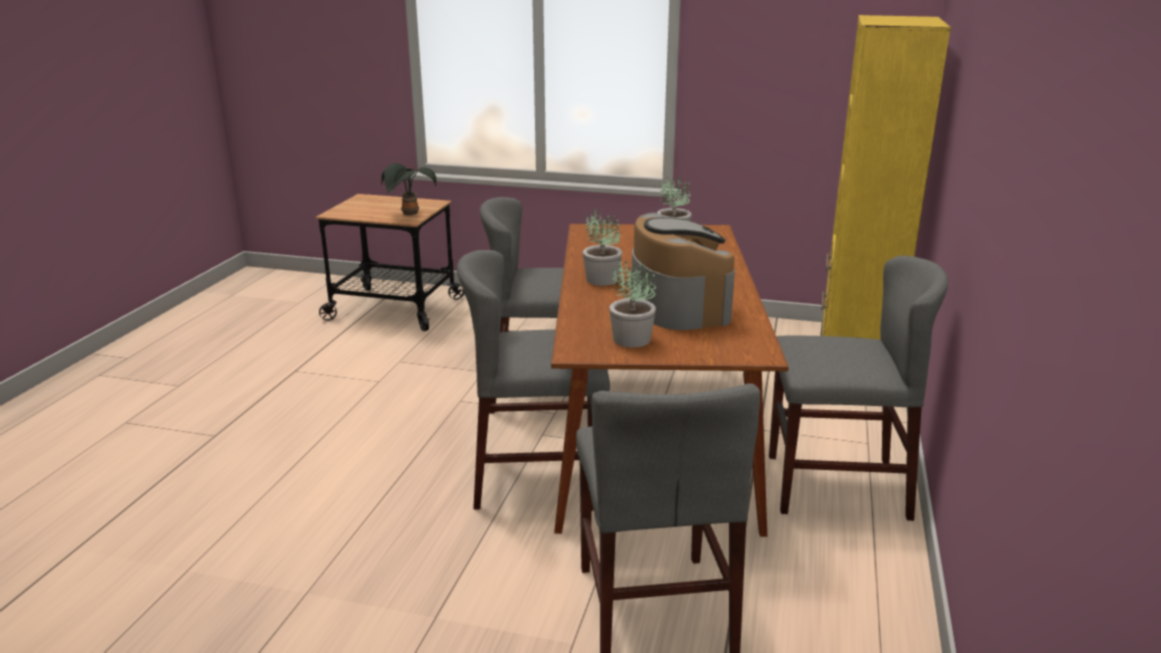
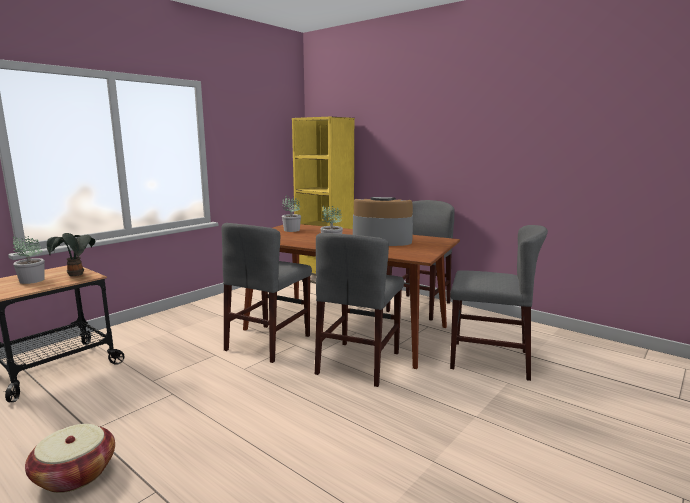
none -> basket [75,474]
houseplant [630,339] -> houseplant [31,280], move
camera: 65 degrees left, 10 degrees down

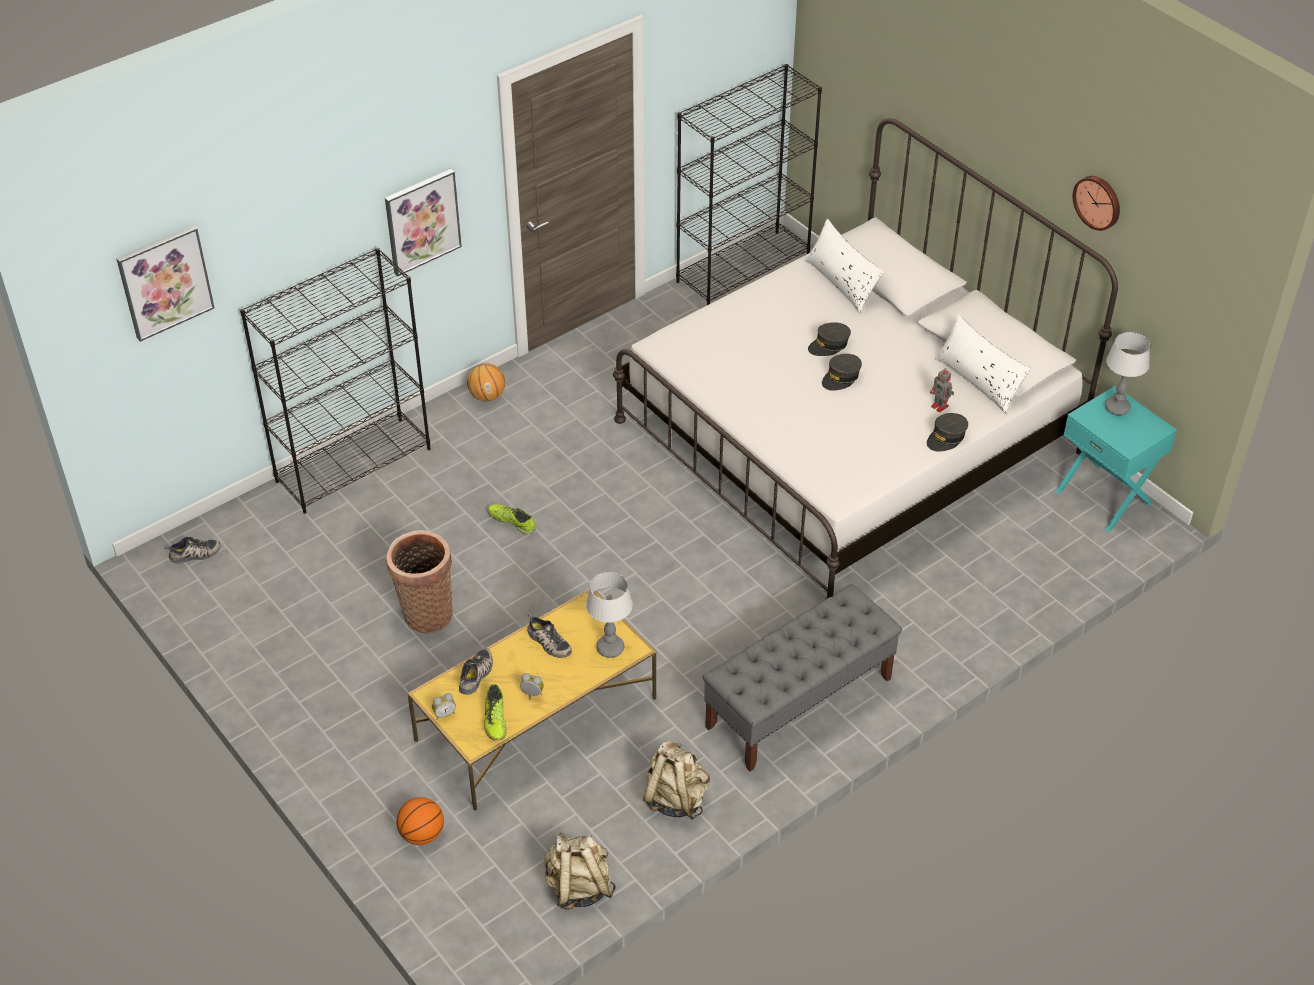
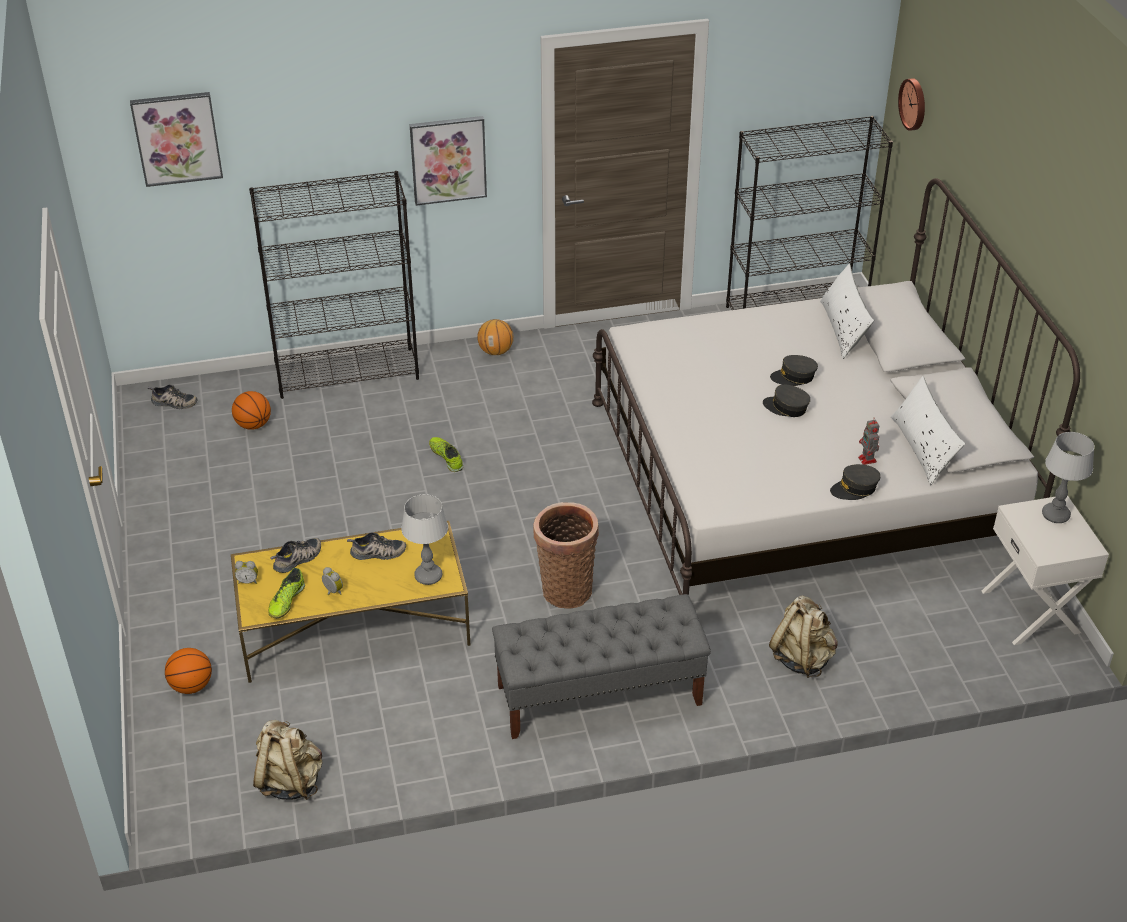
none -> basketball ball [253,425]
basket [425,612] -> basket [565,588], move
beige-coloured rucksack [675,798] -> beige-coloured rucksack [802,658], move
wall clock [1098,201] -> wall clock [914,104], move
turquoise-coloured night table [1105,496] -> whitish night table [1032,611]
shoe [548,642] -> shoe [377,553], 75 degrees counterclockwise
grey baseball cap [841,377] -> grey baseball cap [786,407], 45 degrees clockwise
camera: 25 degrees right, 5 degrees down

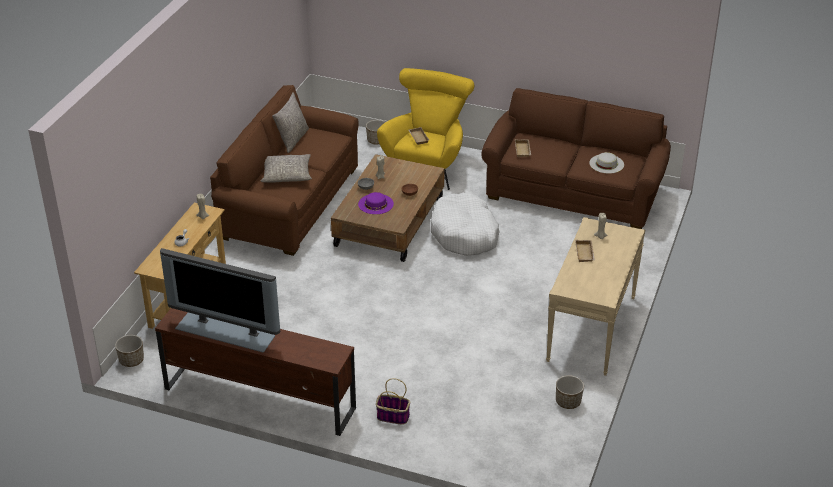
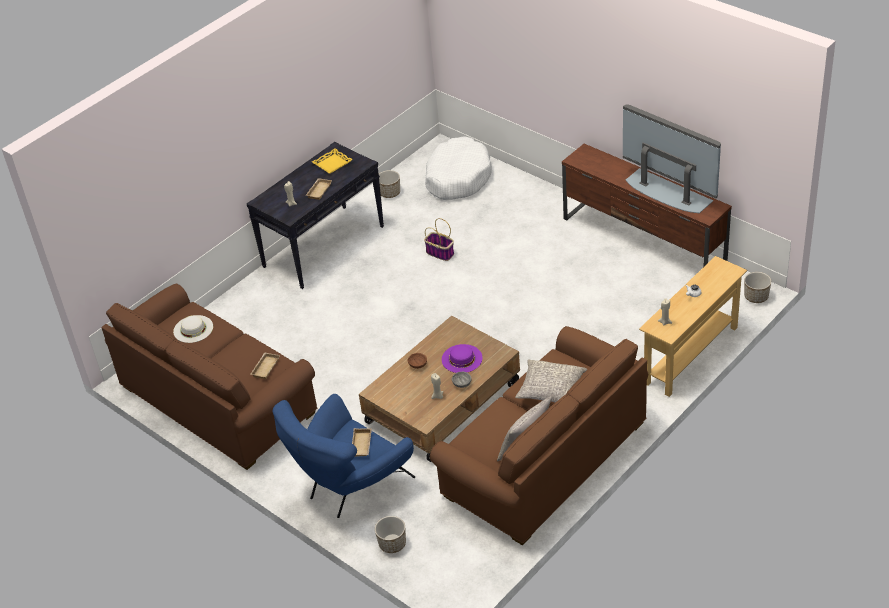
none -> yellow-coloured serving tray [332,163]
basket [392,416] -> basket [440,253], move
whitish dog cushion [464,234] -> whitish dog cushion [457,177], move
yellow-coloured armchair [427,163] -> blue armchair [350,486]
beige-coloured console table [591,329] -> black console table [324,246]
camera: 155 degrees left, 5 degrees up

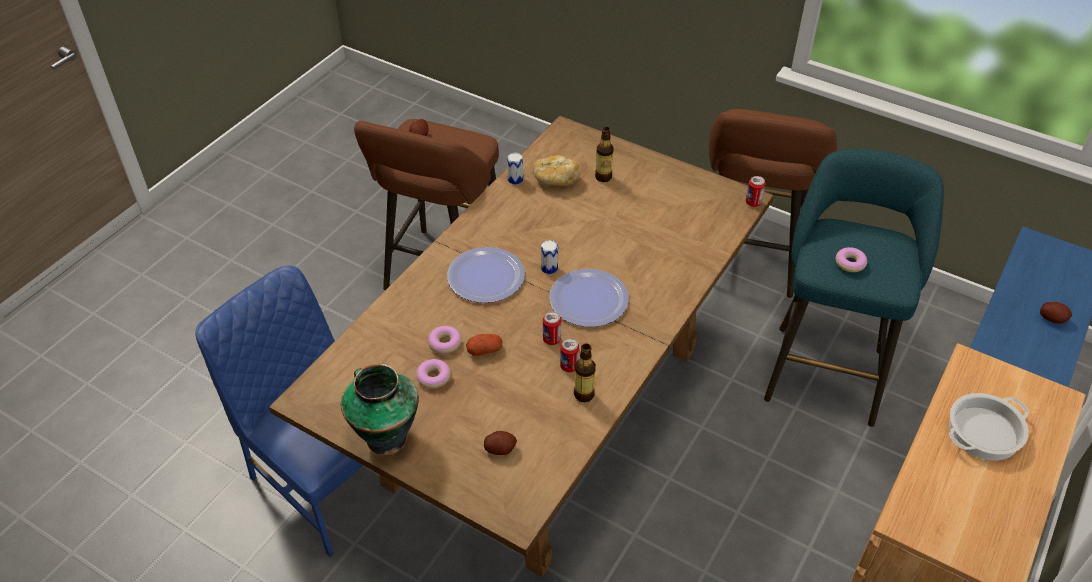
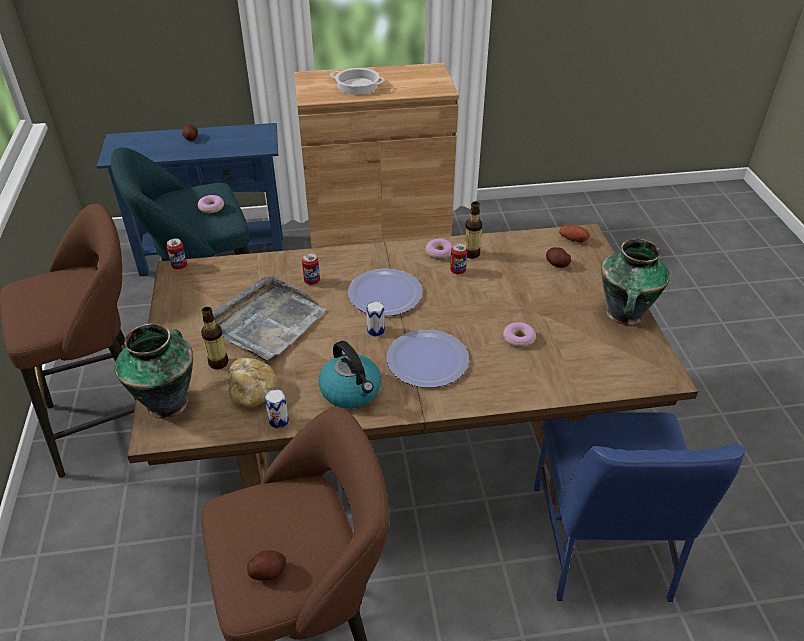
none -> vase [168,402]
none -> grey serving tray [266,321]
none -> tea kettle [351,391]
doughnut [433,377] -> doughnut [439,252], move
potato [484,350] -> potato [573,239], move
metal can [551,339] -> metal can [312,281], move
camera: 130 degrees left, 5 degrees down

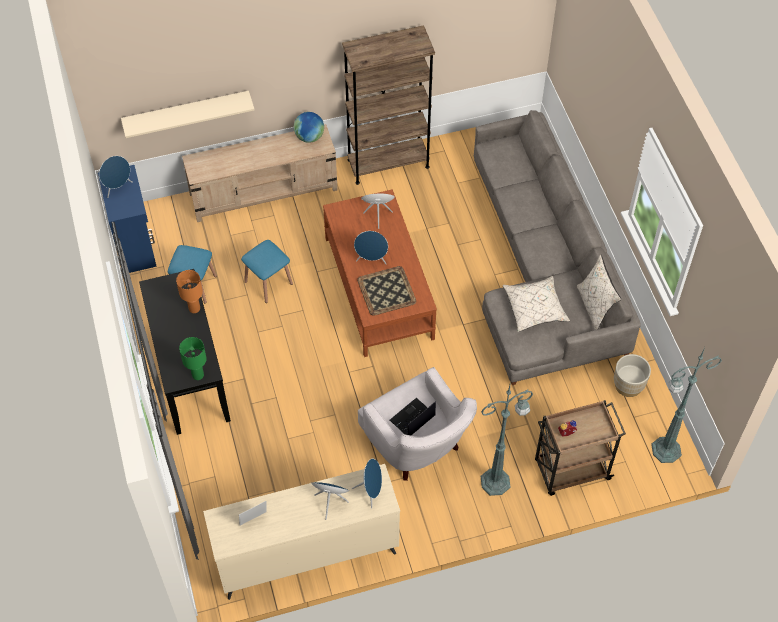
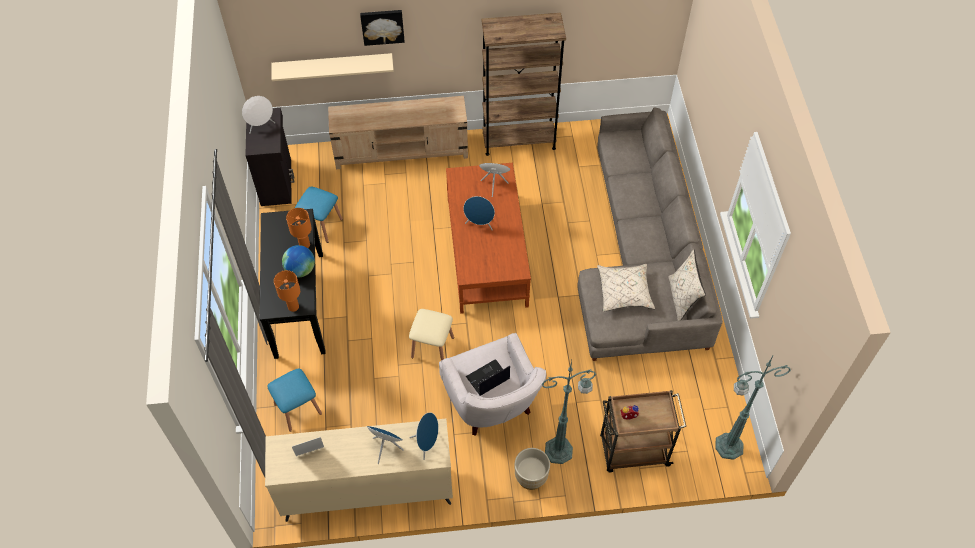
serving tray [387,291] -> none
none -> wall art [382,26]
none -> beige-coloured sitting stool [432,347]
blue sitting stool [268,282] -> blue sitting stool [298,409], move
globe [309,137] -> globe [301,270], move
beige-coloured flower pot [628,385] -> beige-coloured flower pot [531,477], move
blue cabinet [135,245] -> black cabinet [277,182]
blue audio speaker [118,188] -> whitish audio speaker [261,126]
green table lamp [197,375] -> orange table lamp [293,307]
camera: 10 degrees right, 0 degrees up

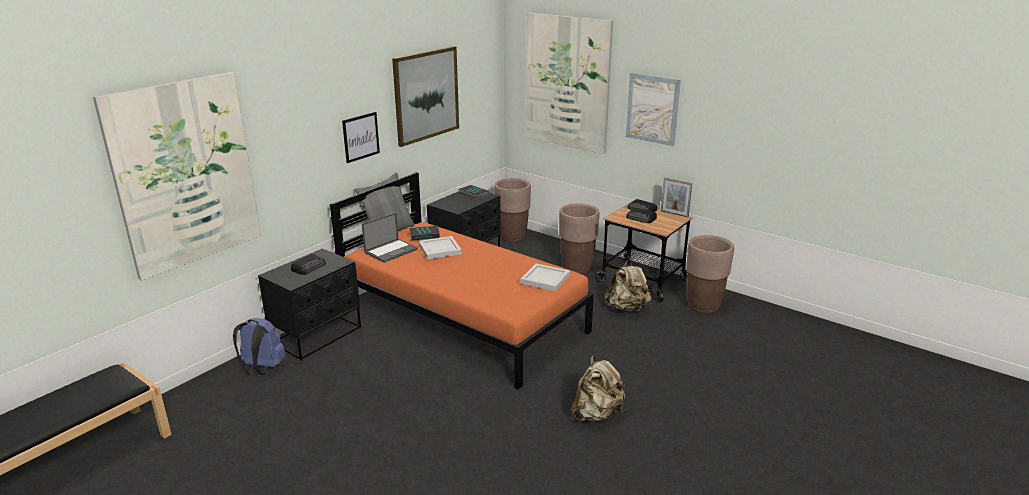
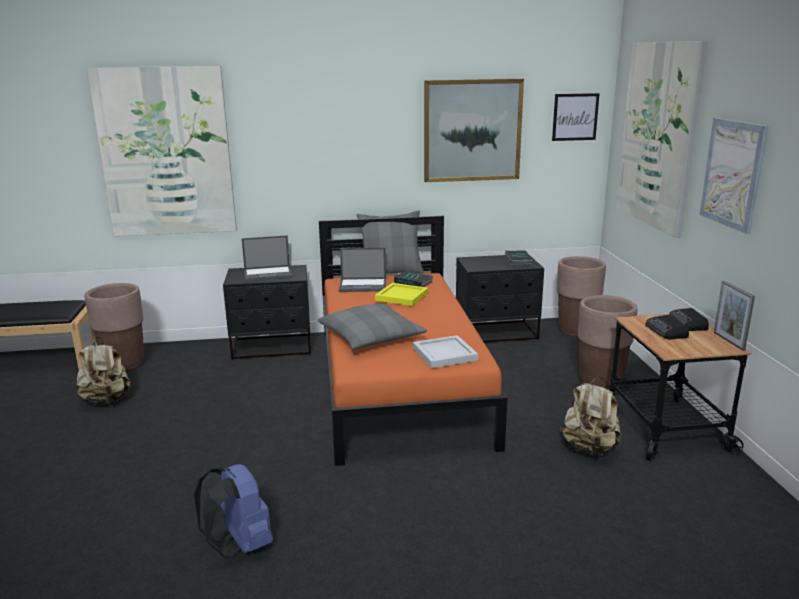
none -> grey pillow [371,337]
blue rucksack [262,369] -> blue rucksack [240,545], move
wall art [361,137] -> wall art [575,117], move
beige-coloured rucksack [596,415] -> beige-coloured rucksack [106,401], move
brownish flower pot [703,306] -> brownish flower pot [124,365], move
radio [309,267] -> laptop [268,274]
whitish serving tray [440,249] -> yellow-coloured serving tray [402,296]
camera: 45 degrees right, 5 degrees down

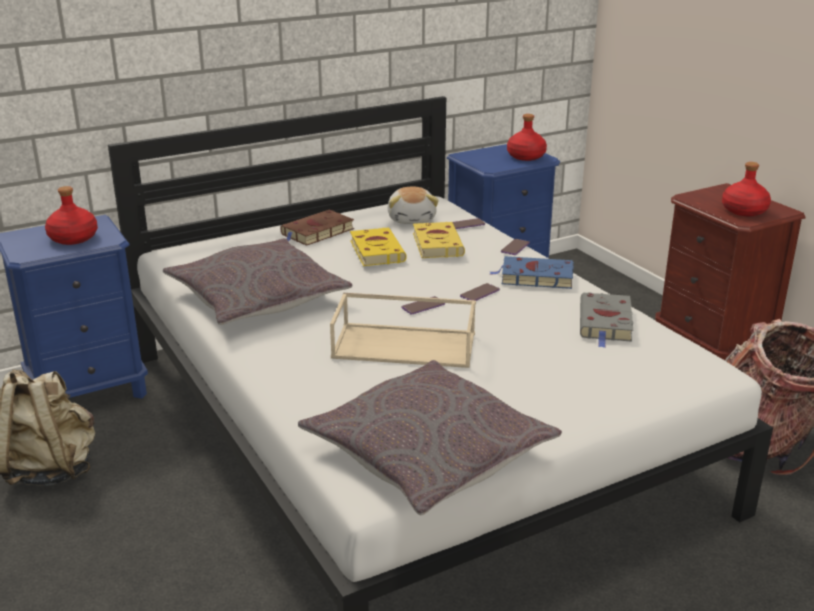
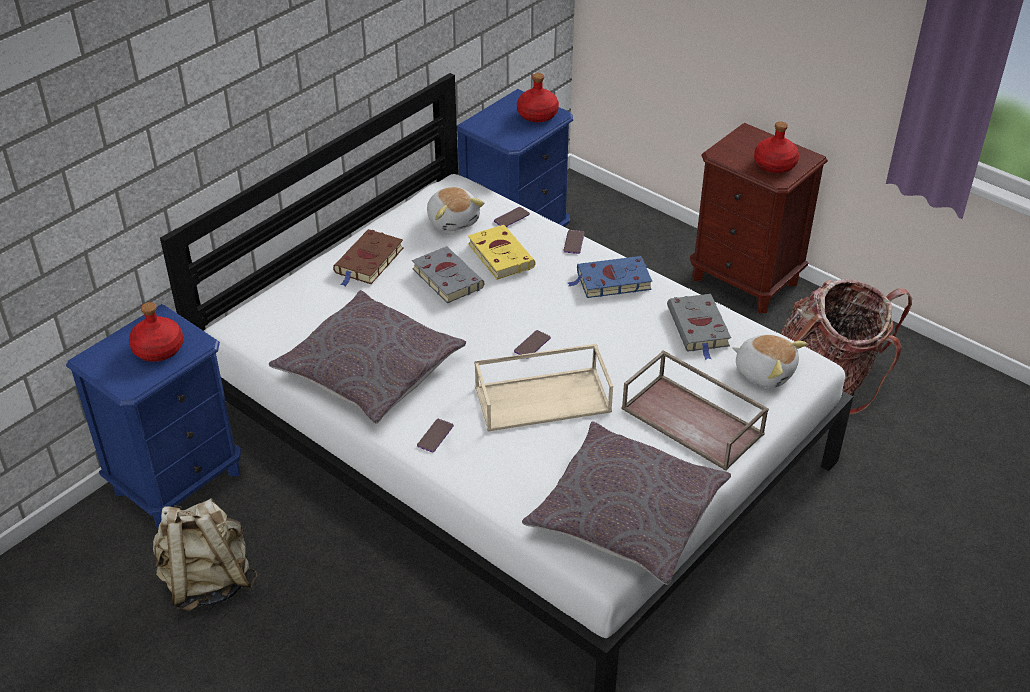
none -> brownish serving tray [694,421]
none -> cuddly toy [765,371]
handset [479,293] -> handset [435,436], move
yellow-coloured volume [376,250] -> grey volume [446,277]
camera: 20 degrees left, 15 degrees up

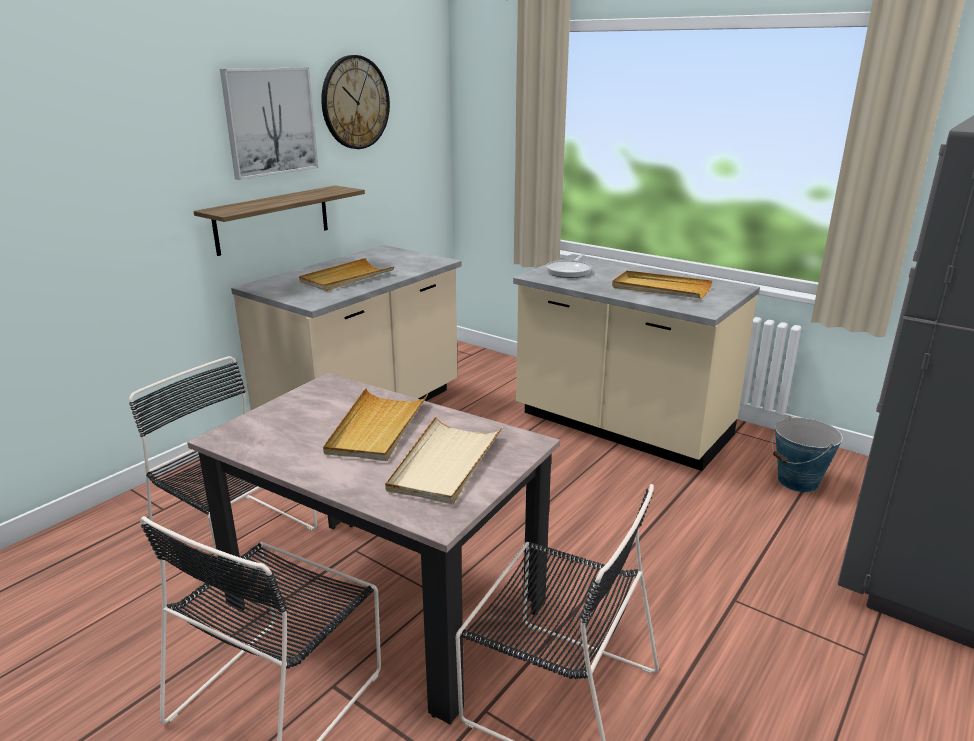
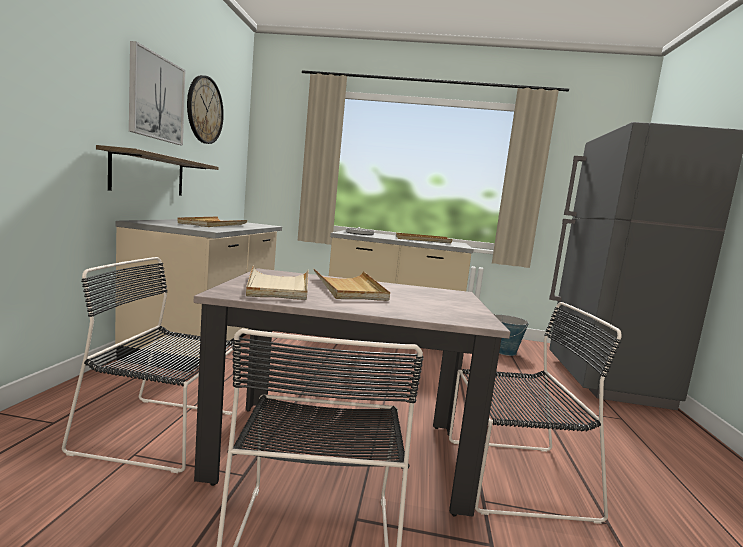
beige-coloured serving tray [445,463] -> beige-coloured serving tray [278,286], move
camera: 30 degrees left, 15 degrees down

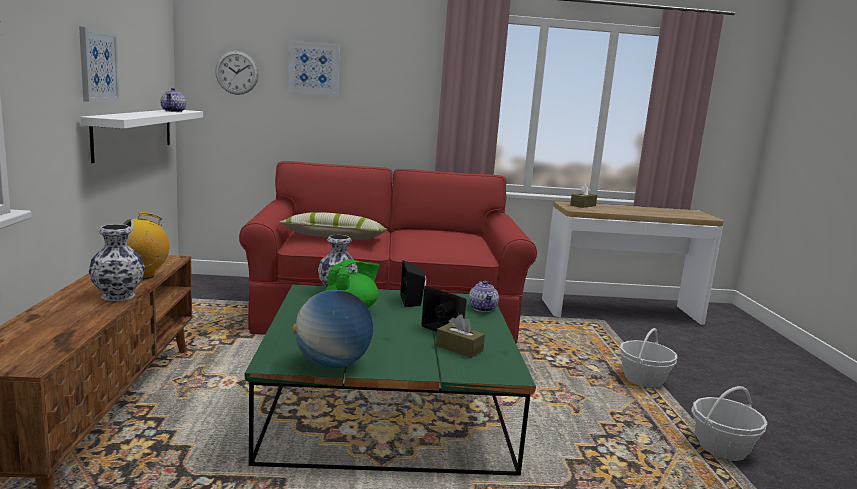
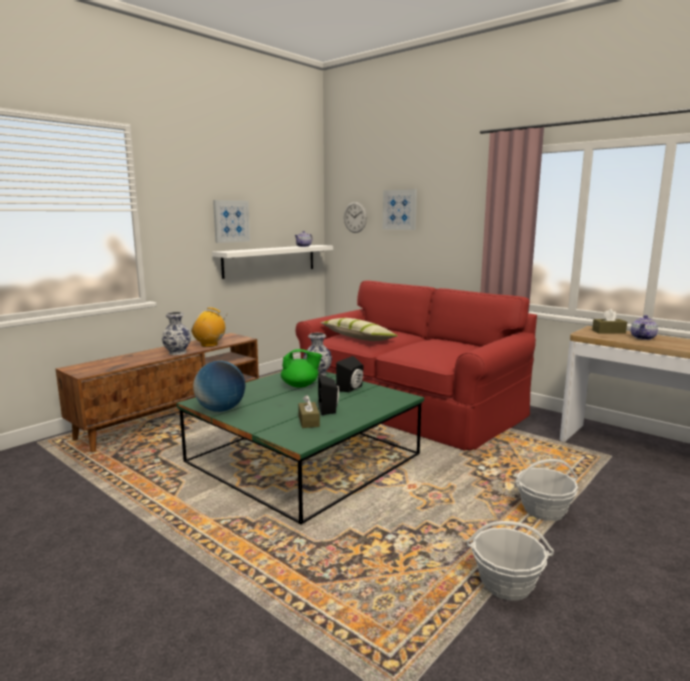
pot for tea [483,308] -> pot for tea [643,338], move
camera: 45 degrees right, 0 degrees up

